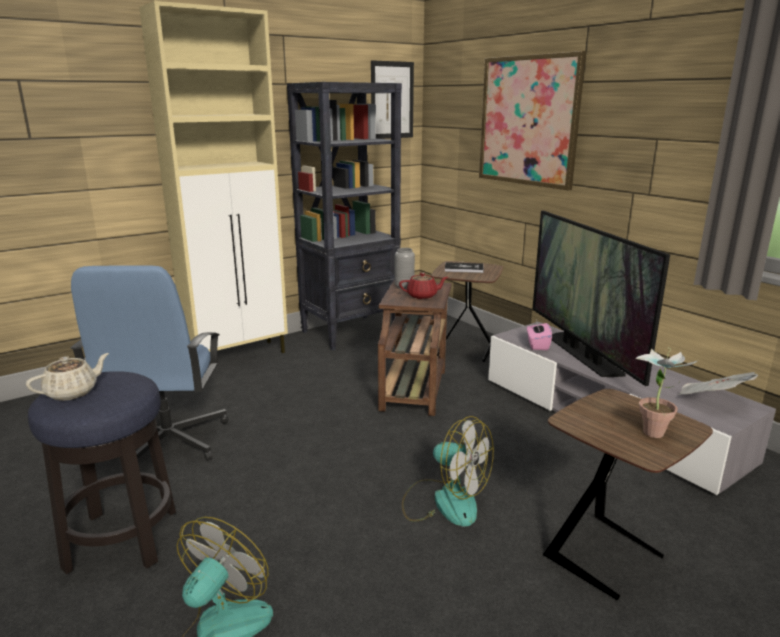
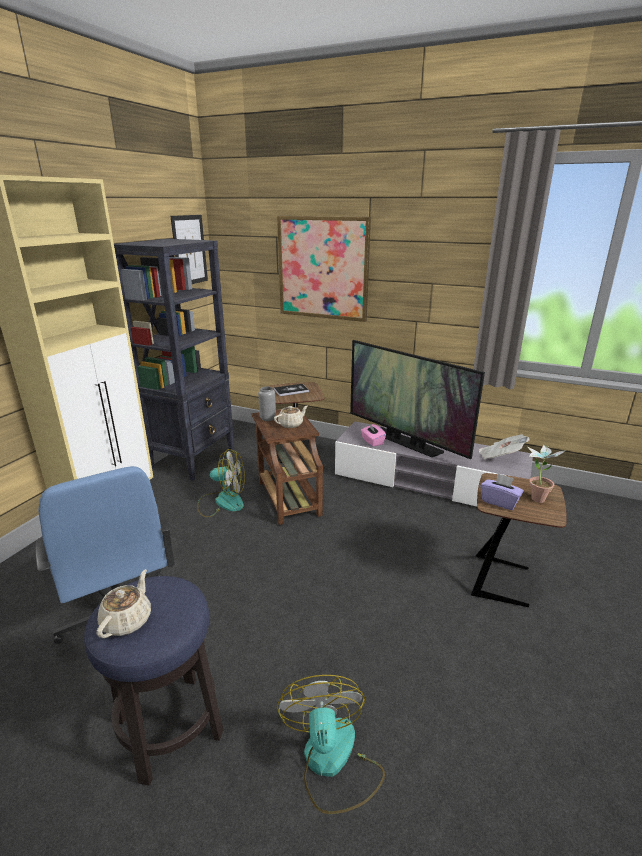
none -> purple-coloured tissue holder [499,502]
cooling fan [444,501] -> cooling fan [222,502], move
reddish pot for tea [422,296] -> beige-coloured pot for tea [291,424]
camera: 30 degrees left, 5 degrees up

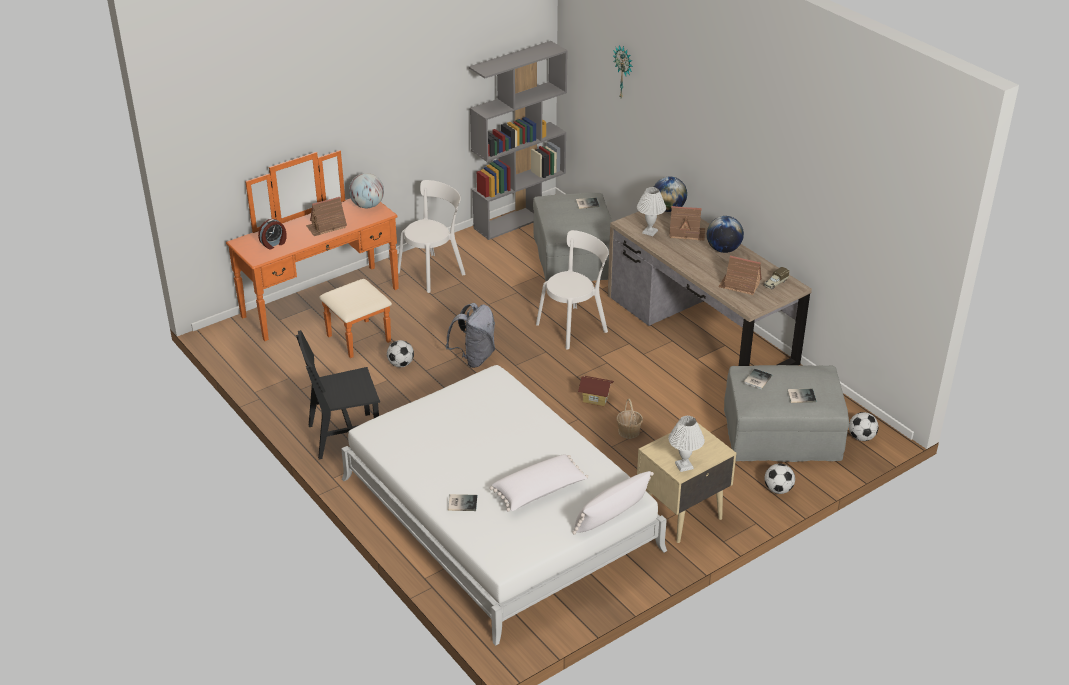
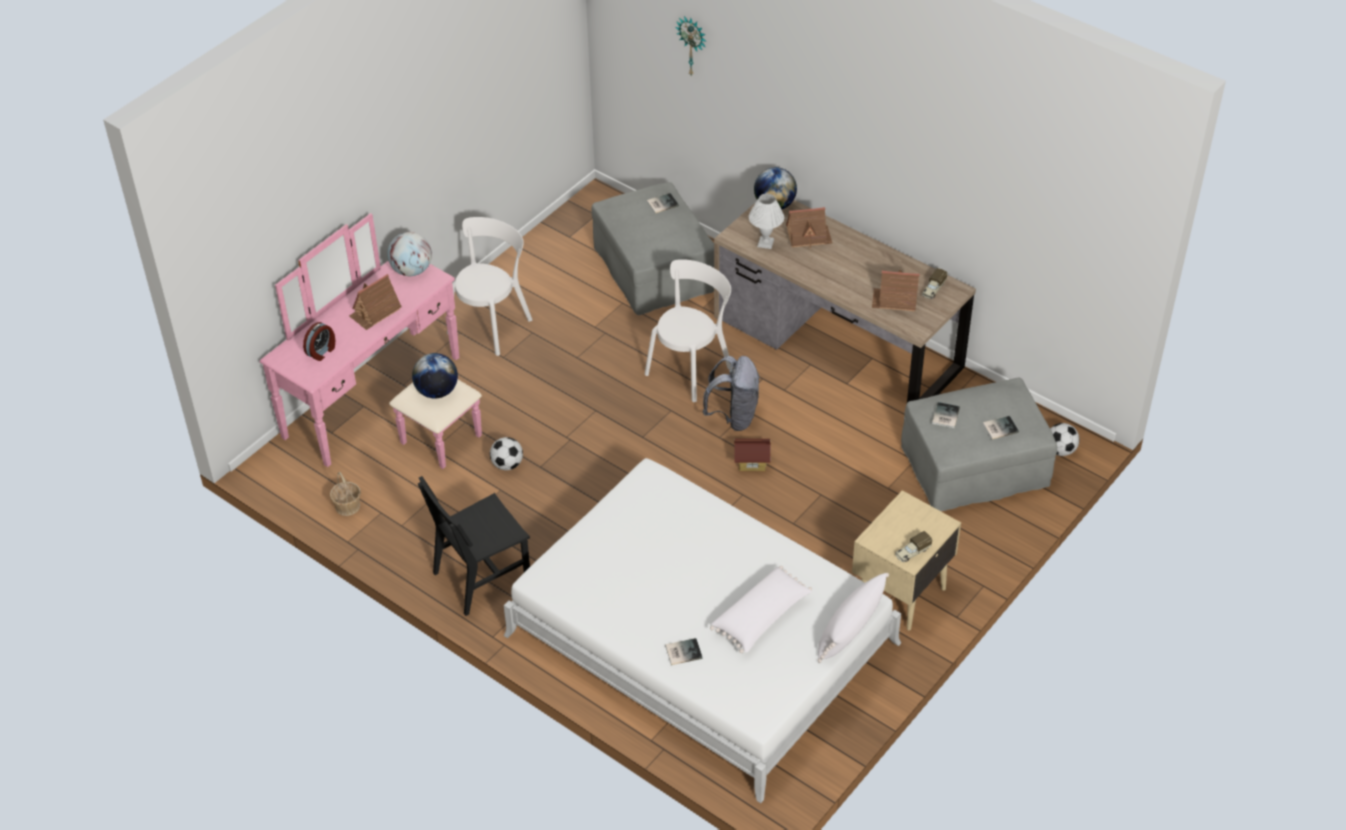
grey bookshelf [519,218] -> none
ball for football [778,489] -> none
grey rucksack [474,358] -> grey rucksack [733,417], move
basket [628,431] -> basket [347,506], move
globe [723,249] -> globe [437,391], move
whitish table lamp [684,466] -> toy truck [912,552]
orange dresser [330,310] -> pink-coloured dresser [388,406]
camera: 15 degrees left, 10 degrees up

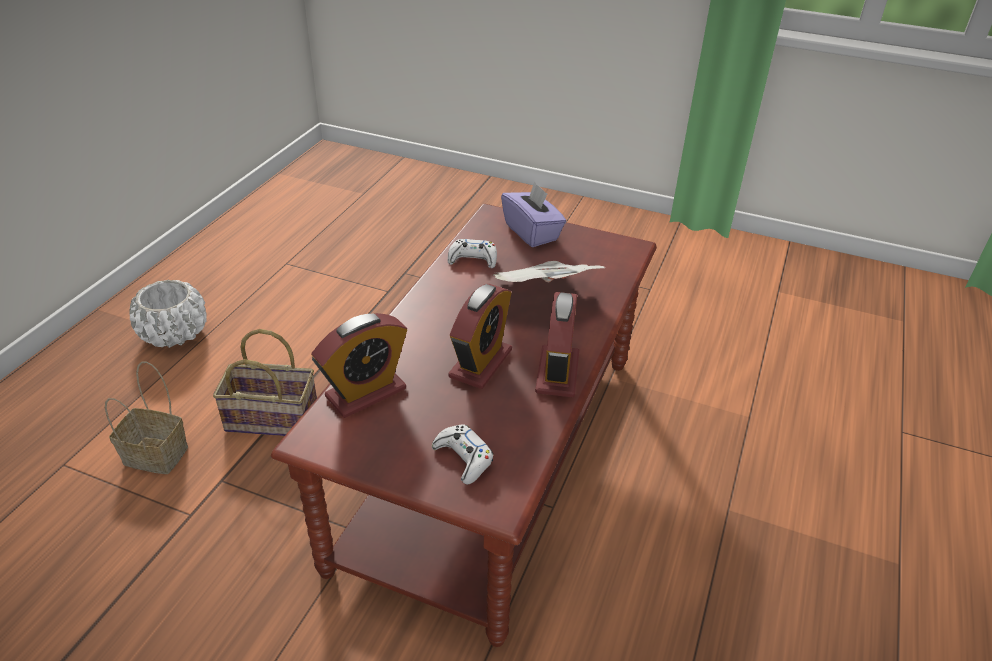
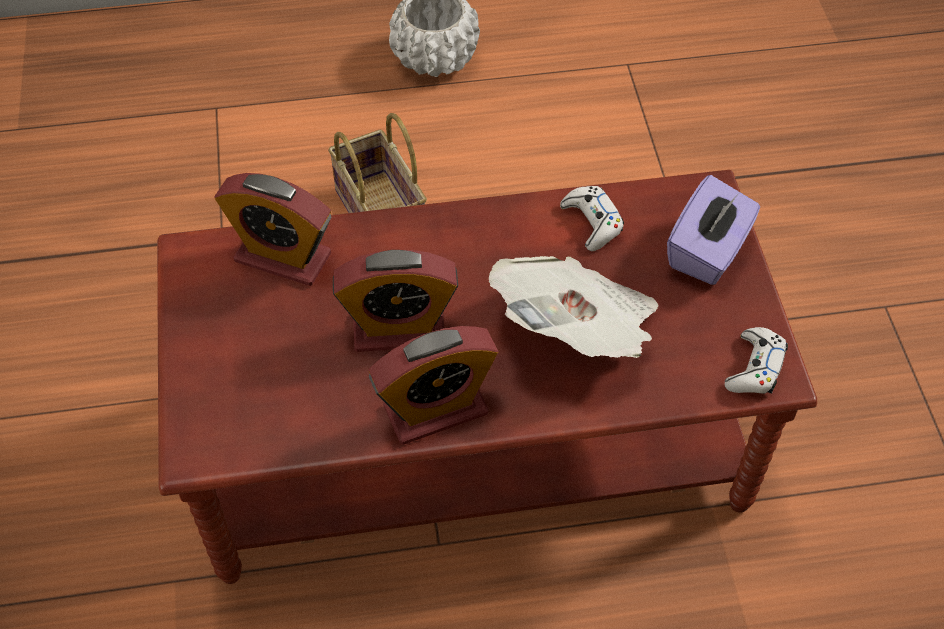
basket [158,454] -> none
whitish gamepad [463,458] -> whitish gamepad [755,368], move
camera: 60 degrees right, 15 degrees up

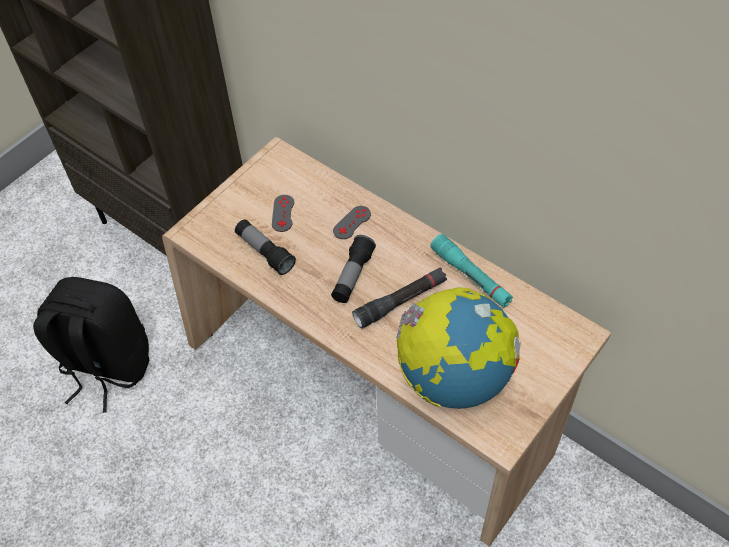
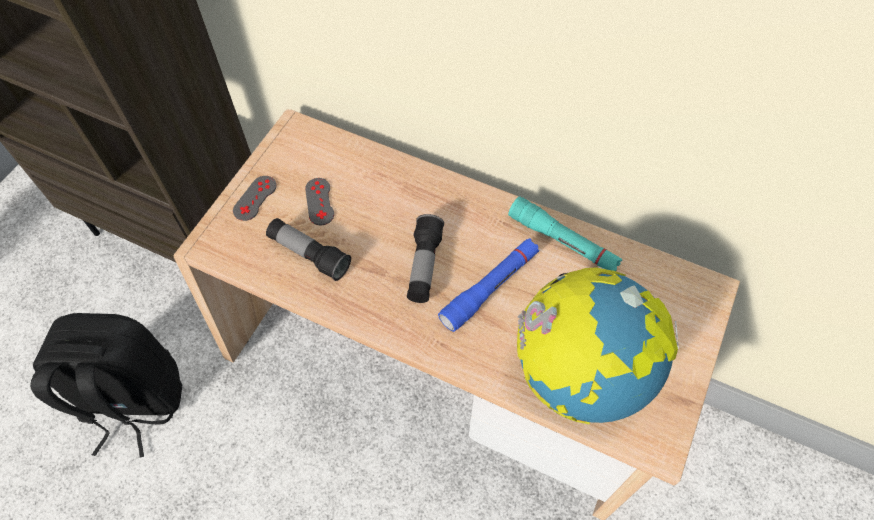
grey gamepad [352,222] -> grey gamepad [255,198], move
black flashlight [400,302] -> blue flashlight [490,288]
camera: 15 degrees left, 5 degrees up

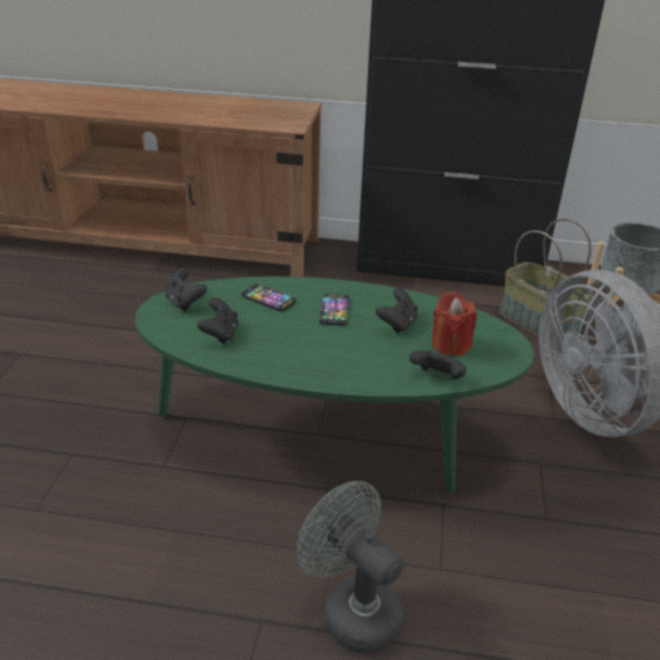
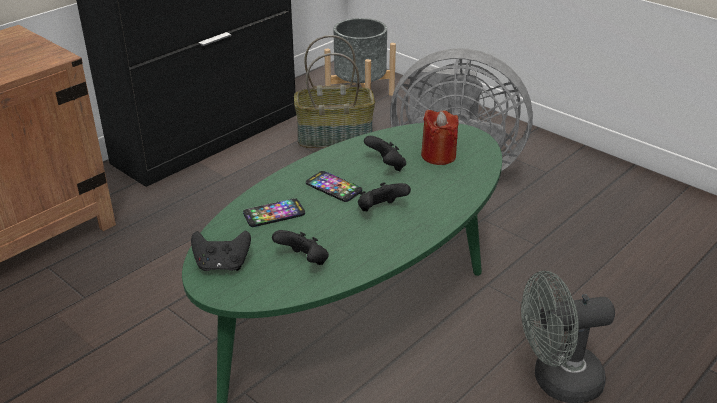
black gamepad [437,378] -> black gamepad [380,210], move
camera: 55 degrees left, 0 degrees up

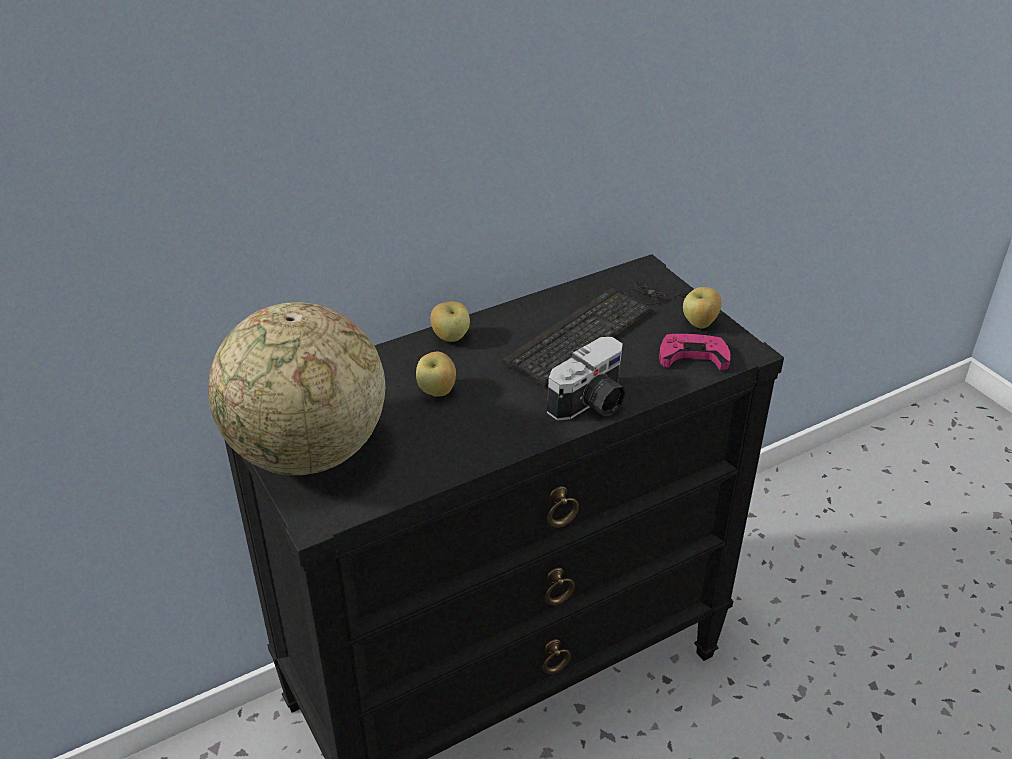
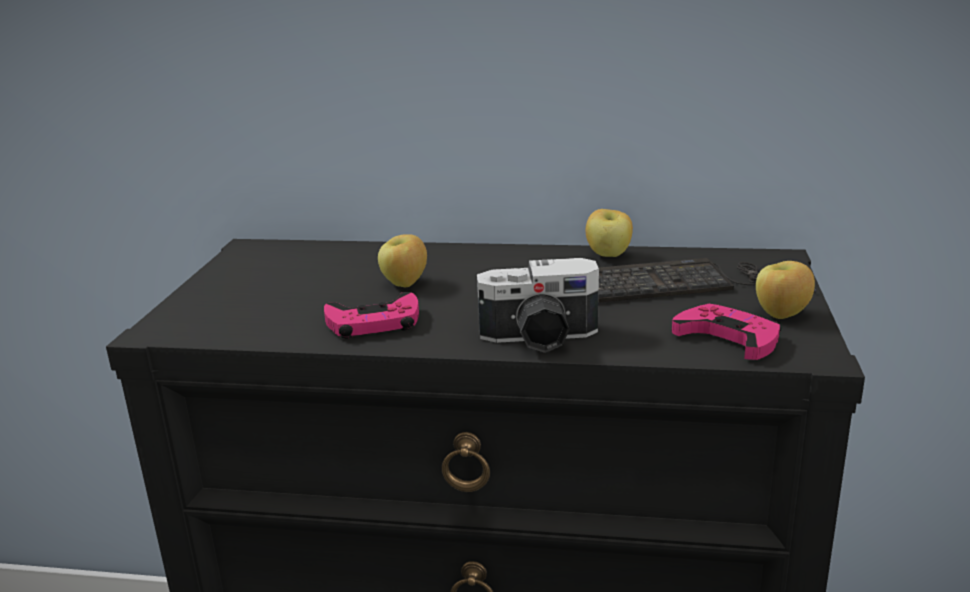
globe [307,453] -> none
none -> pink-coloured gamepad [374,323]
apple fruit [451,338] -> apple fruit [608,255], move
camera: 40 degrees right, 15 degrees down

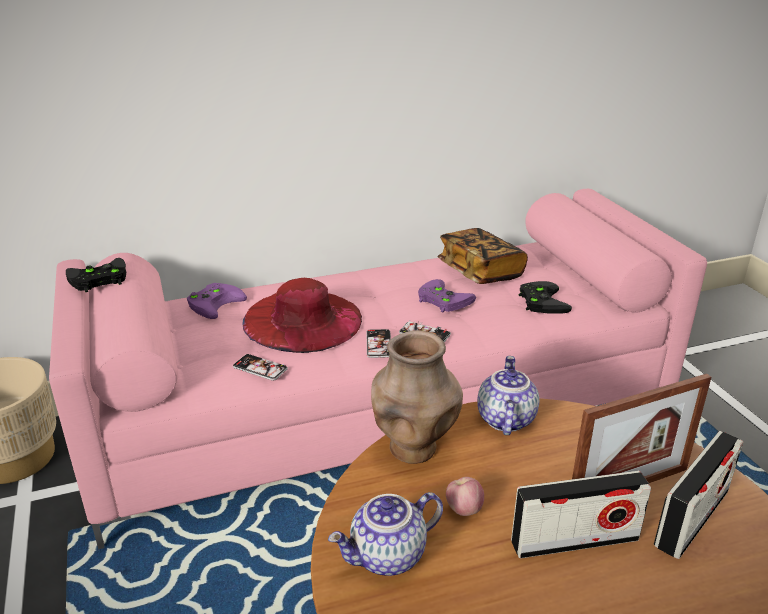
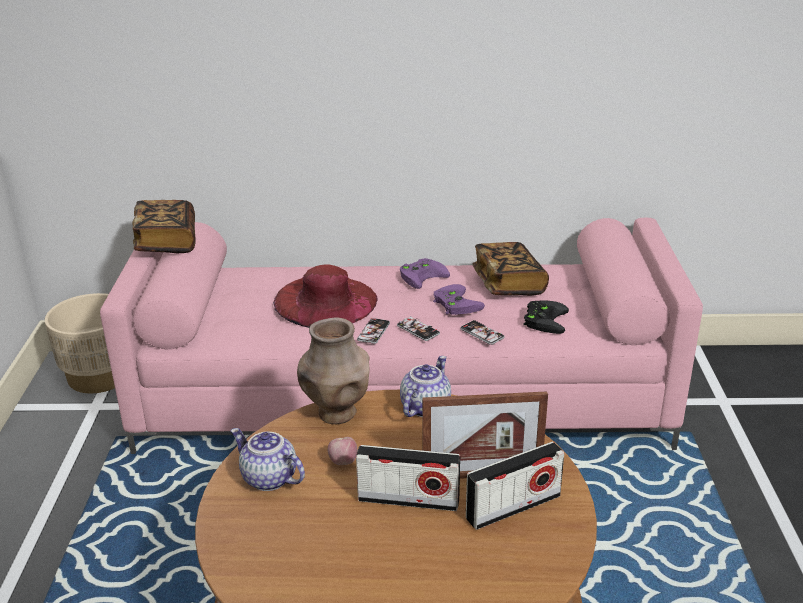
purple-coloured gamepad [215,302] -> purple-coloured gamepad [422,275], move
handset [260,368] -> handset [482,333], move
black gamepad [97,280] -> volume [167,242]
pot for tea [388,557] -> pot for tea [268,479], 45 degrees clockwise
camera: 20 degrees right, 0 degrees up

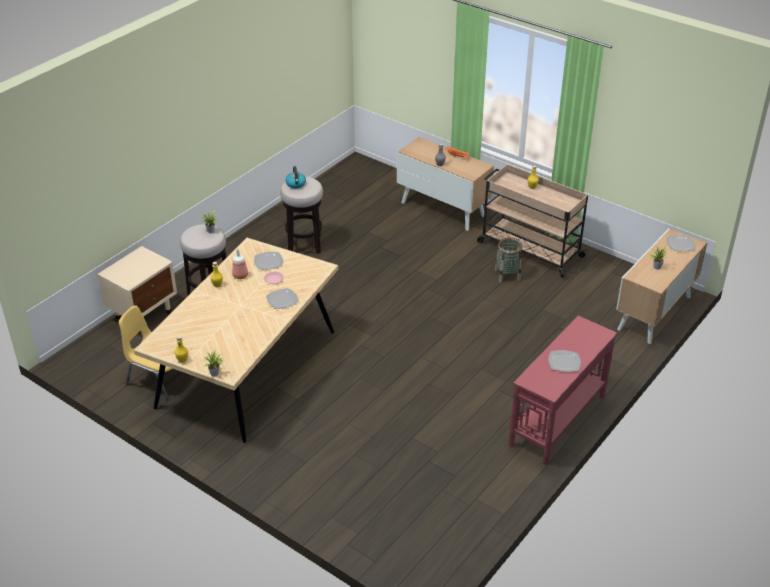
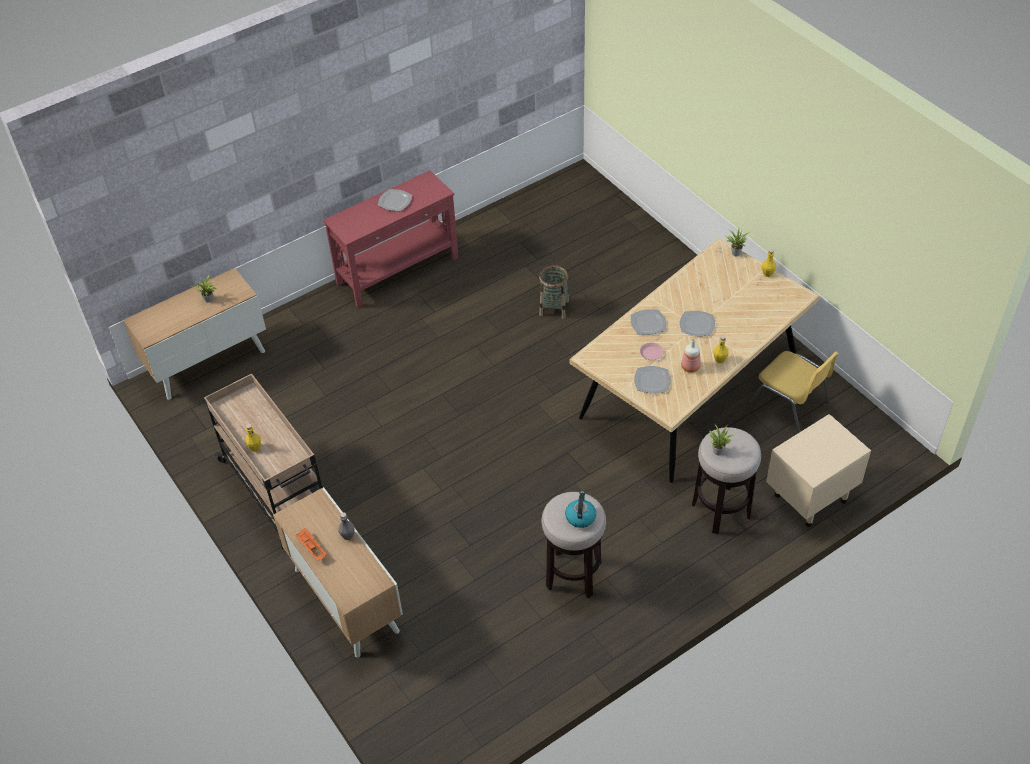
basket [507,275] -> basket [554,308], move
dinner plate [681,244] -> dinner plate [696,324], move
camera: 160 degrees left, 10 degrees up

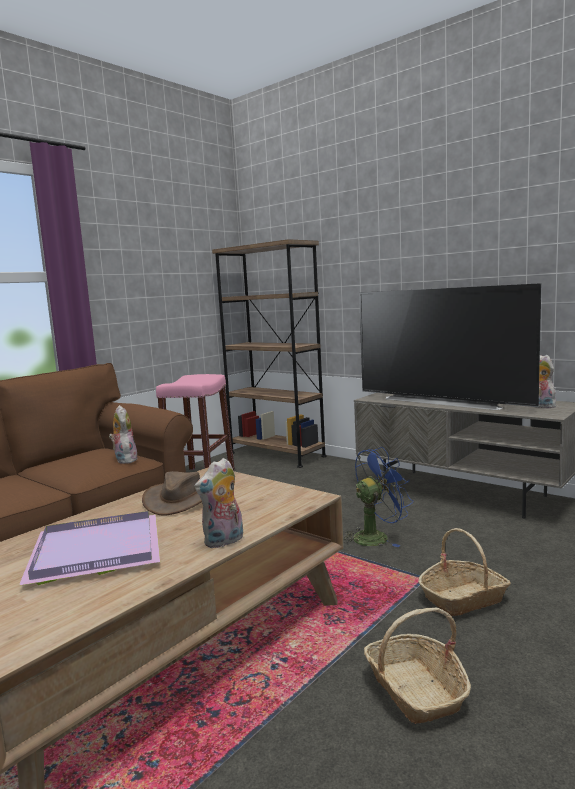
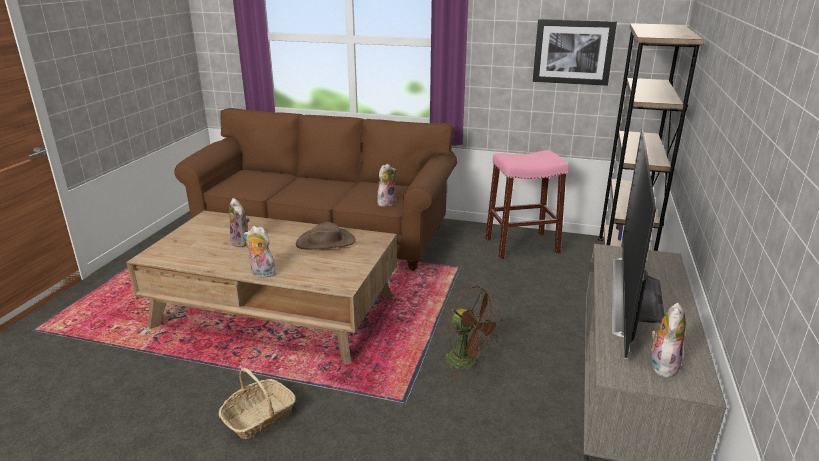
basket [463,598] -> none
none -> wall art [573,52]
purple-coloured serving tray [94,552] -> cuddly toy [242,242]
blue cooling fan [376,536] -> brownish cooling fan [468,362]
camera: 65 degrees right, 15 degrees up

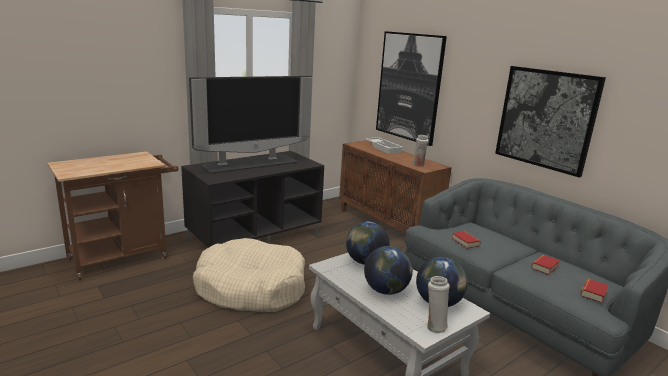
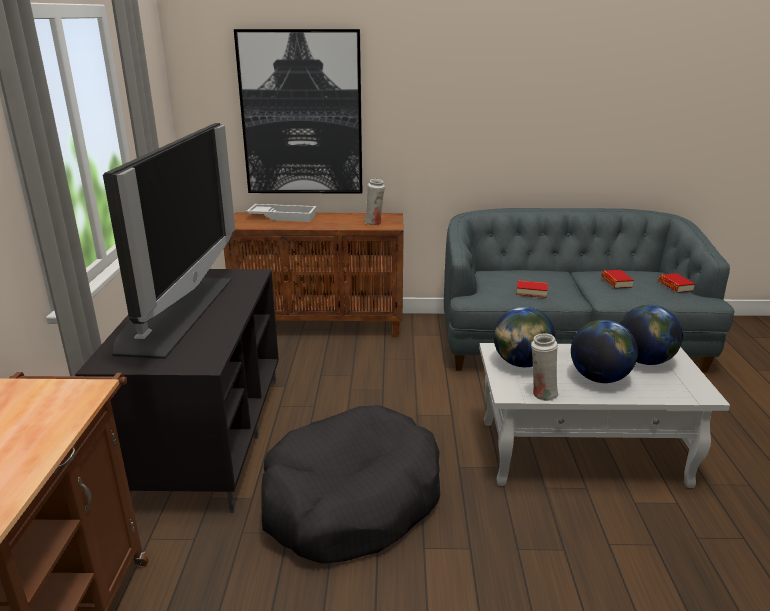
wall art [546,119] -> none
whitish vase [434,326] -> whitish vase [542,394], move
beige-coloured dog cushion [251,288] -> black dog cushion [351,500]
camera: 50 degrees left, 5 degrees up

